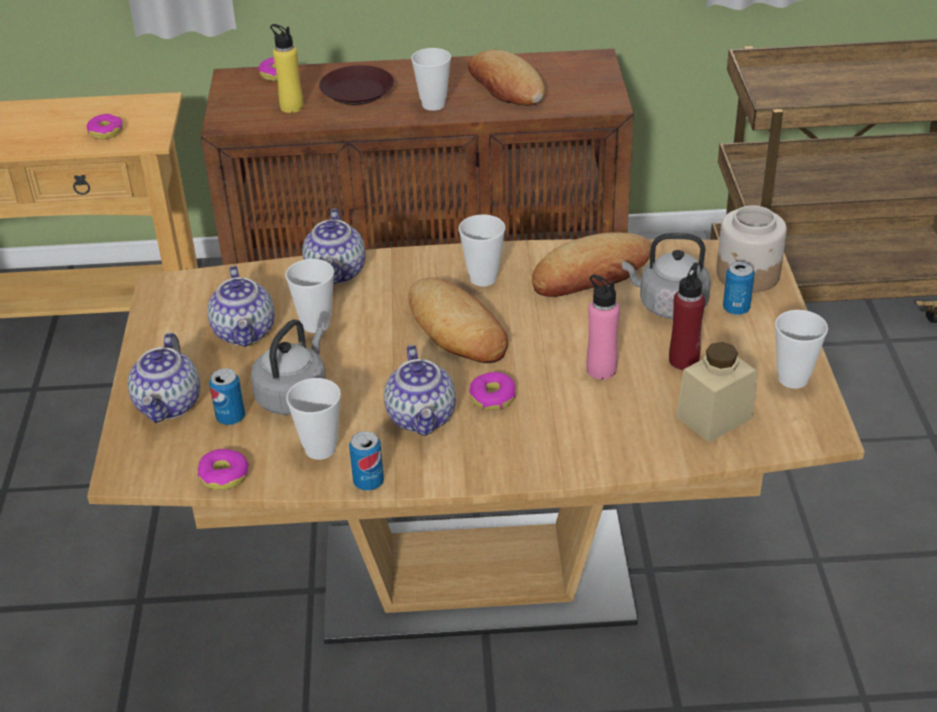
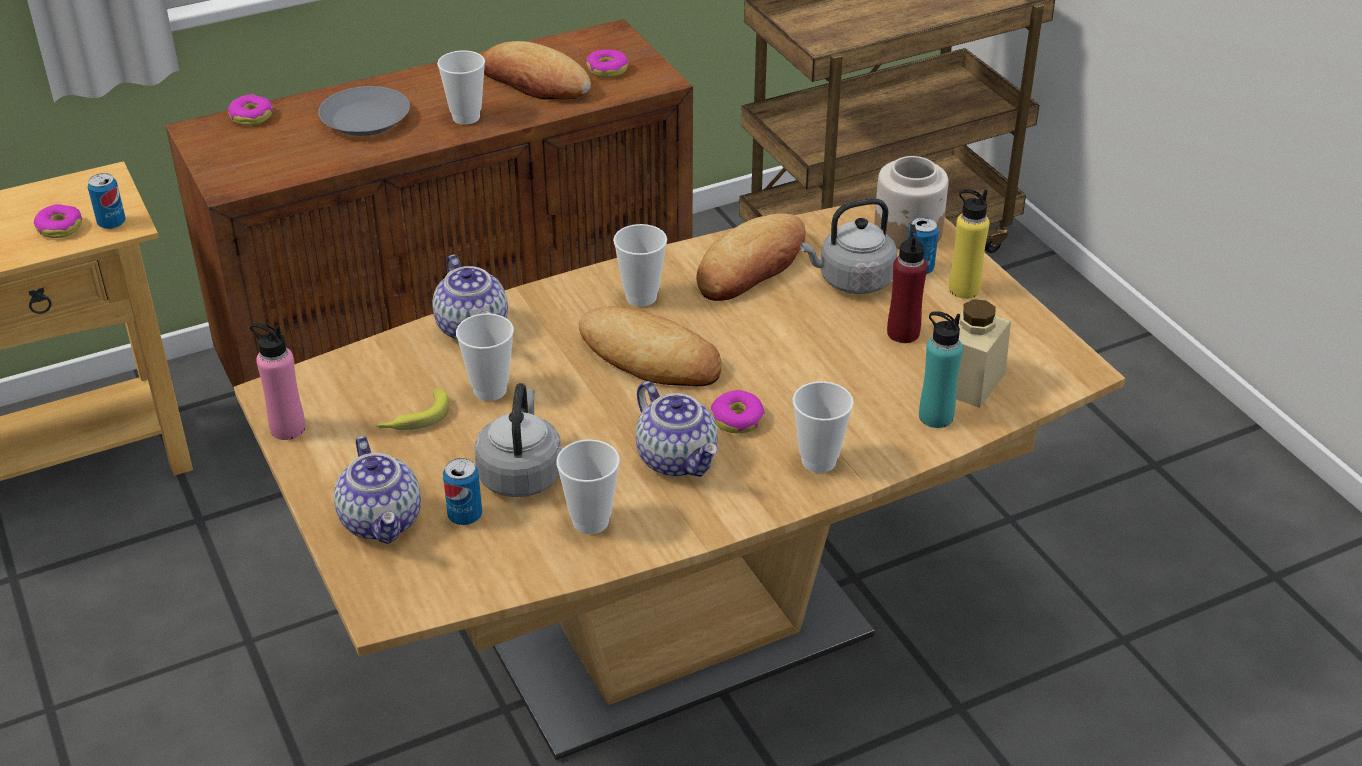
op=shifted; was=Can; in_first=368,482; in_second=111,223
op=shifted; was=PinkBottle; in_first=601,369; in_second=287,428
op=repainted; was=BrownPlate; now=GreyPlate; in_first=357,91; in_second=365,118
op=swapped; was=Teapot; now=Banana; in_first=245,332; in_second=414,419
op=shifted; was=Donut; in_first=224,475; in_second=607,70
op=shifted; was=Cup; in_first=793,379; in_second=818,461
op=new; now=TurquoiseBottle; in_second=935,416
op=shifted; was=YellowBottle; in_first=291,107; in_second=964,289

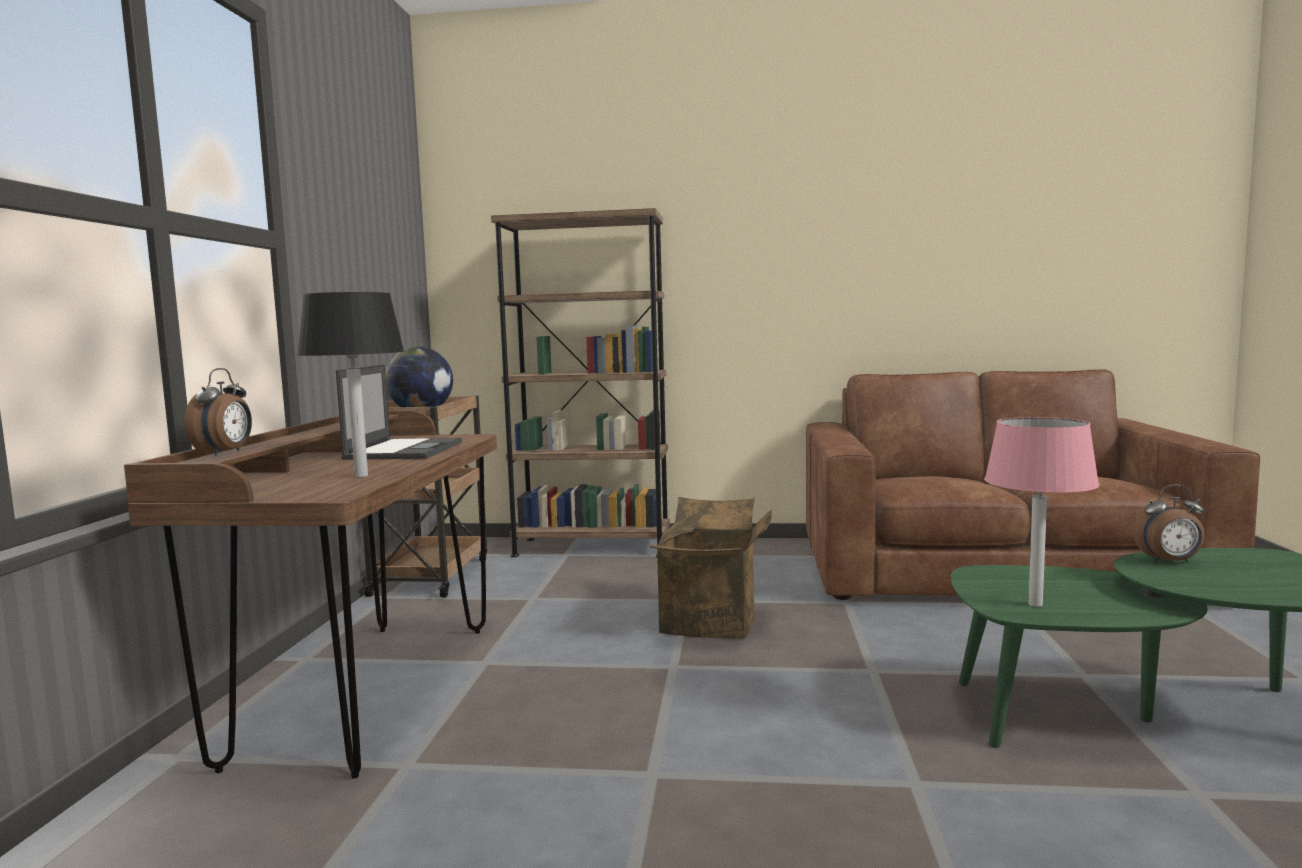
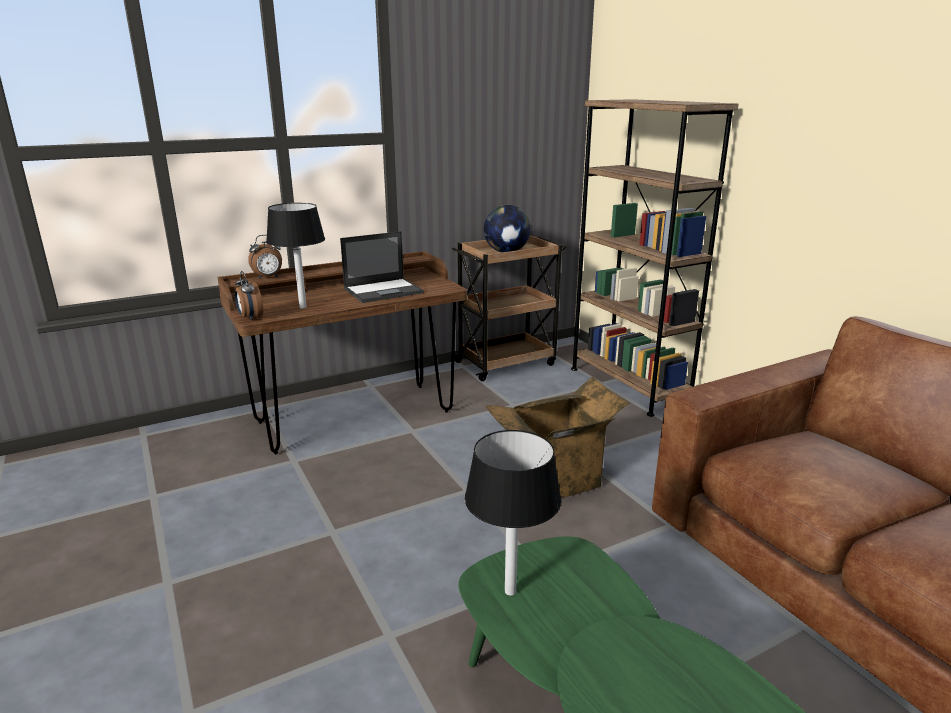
op=shifted; was=AlarmClock; in_first=1169,562; in_second=250,318
op=repainted; was=PinkTableLamp; now=BlackTableLamp; in_first=1035,604; in_second=509,591

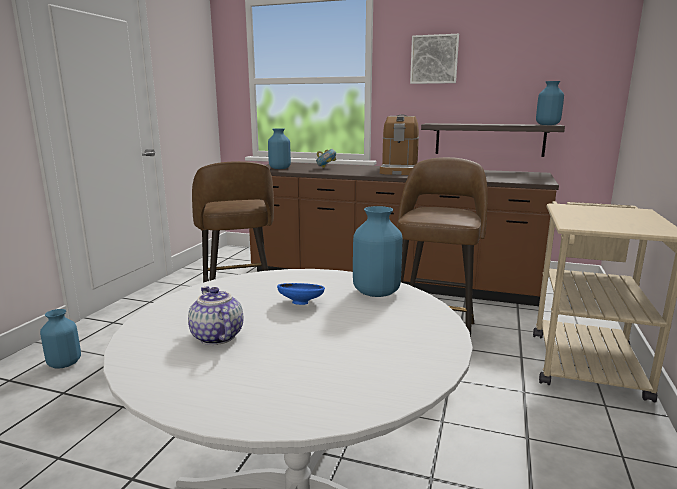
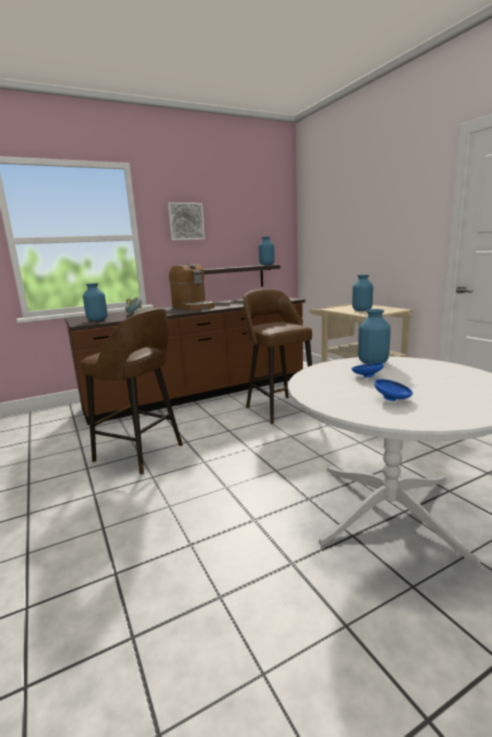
op=shifted; was=BlueVase; in_first=64,364; in_second=362,310
op=swapped; was=Teapot; now=BlueBowl; in_first=215,337; in_second=393,400

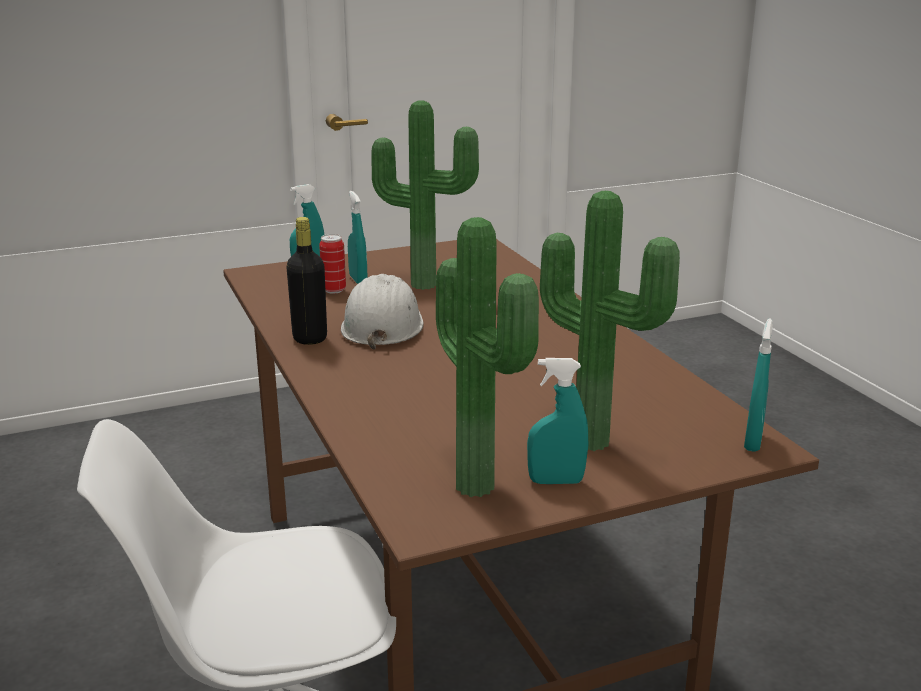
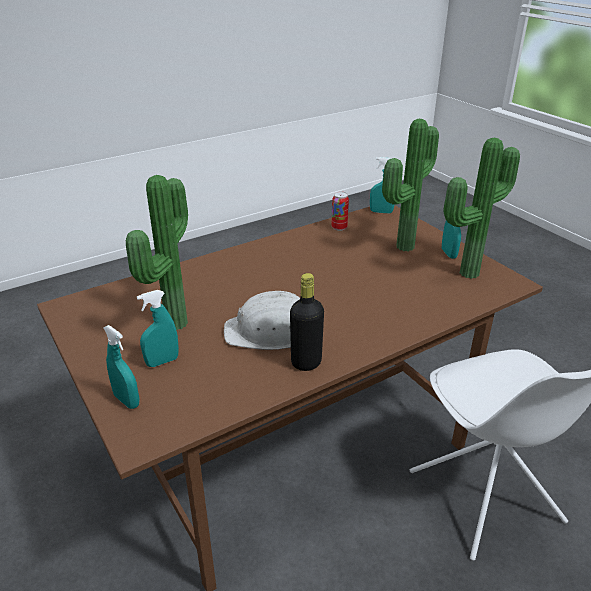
op=shifted; was=Can; in_first=334,290; in_second=339,228

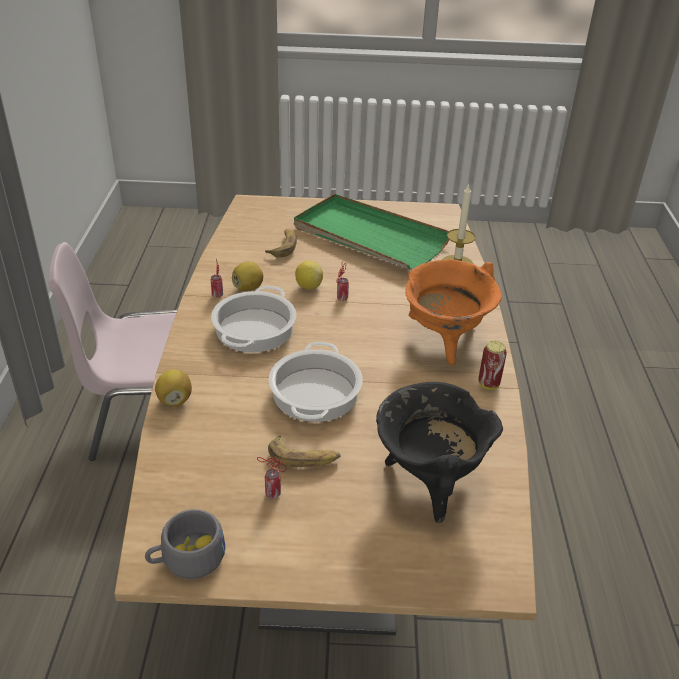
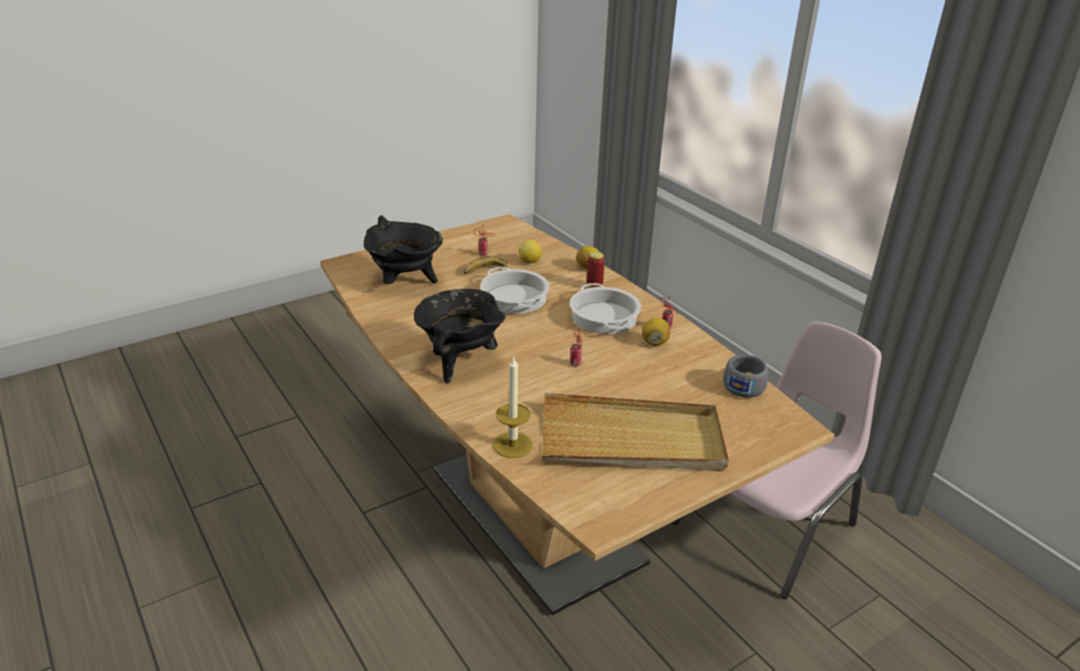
op=repainted; was=OrangeCookingPot; now=BlackCookingPot; in_first=444,341; in_second=460,362
op=shifted; was=Lemon; in_first=308,286; in_second=530,262
op=repainted; was=GreenTray; now=BeigeTray; in_first=369,236; in_second=631,440
op=shifted; was=Can; in_first=488,384; in_second=594,286
op=shifted; was=GreyCup; in_first=186,559; in_second=745,385
op=gone; was=Banana; in_first=283,246

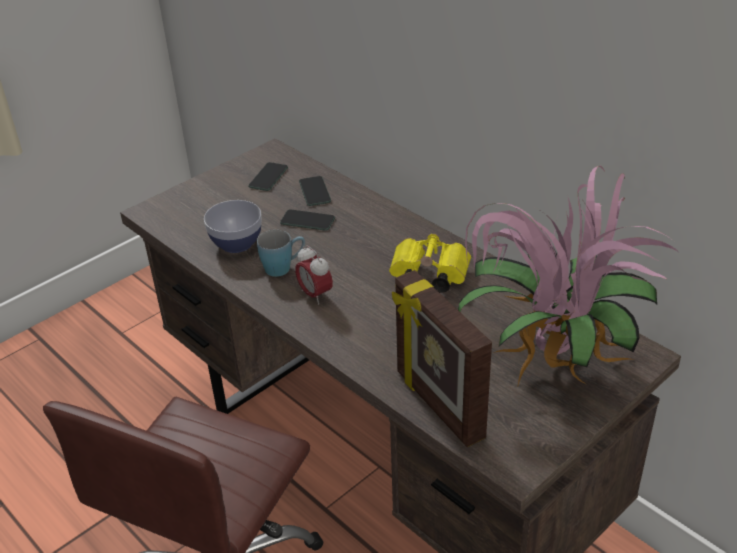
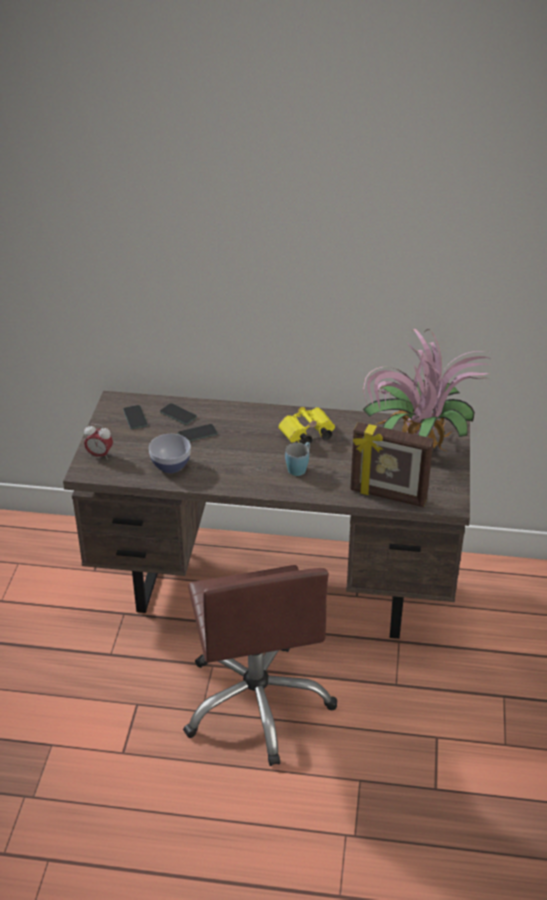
op=shifted; was=AlarmClock; in_first=315,295; in_second=100,455
op=shifted; was=BlueMug; in_first=284,267; in_second=299,467

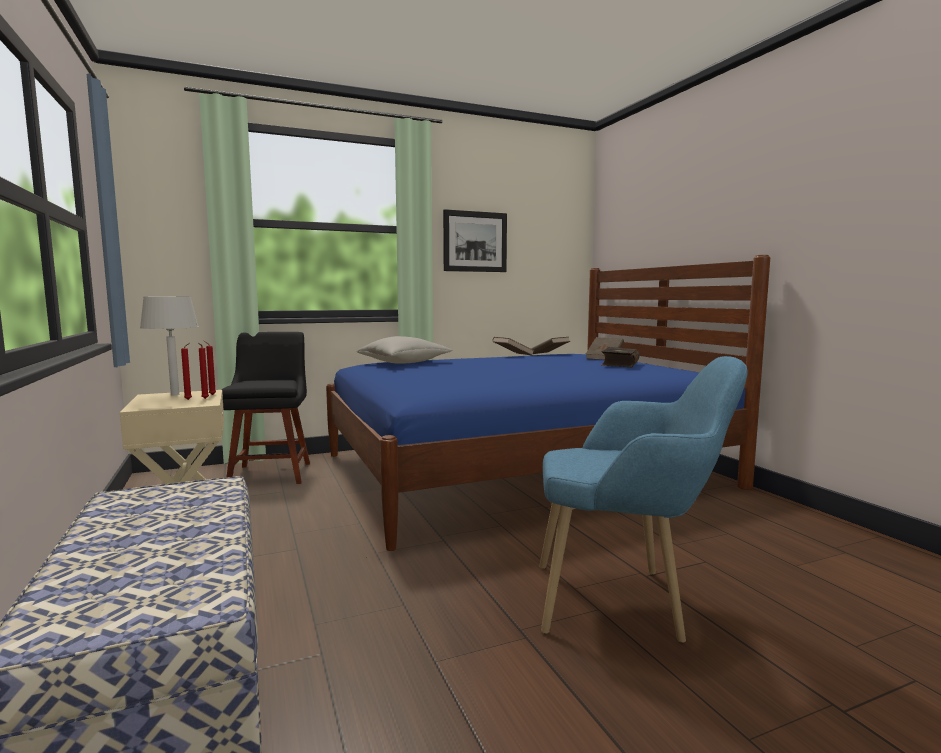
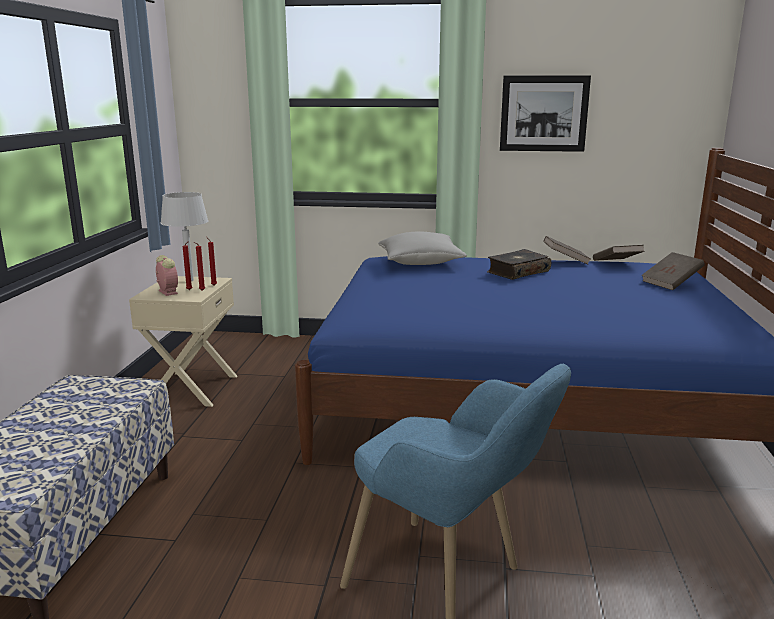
op=new; now=AlarmClock; in_second=167,292
op=shifted; was=Book; in_first=619,364; in_second=517,272
op=gone; was=BlackChair; in_first=271,473

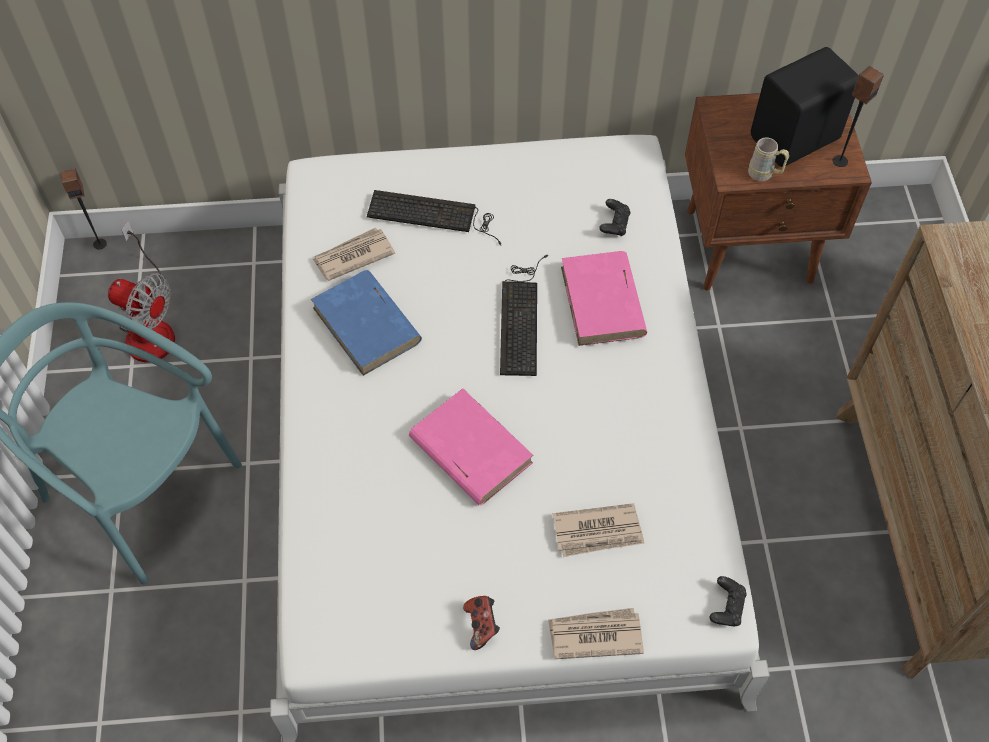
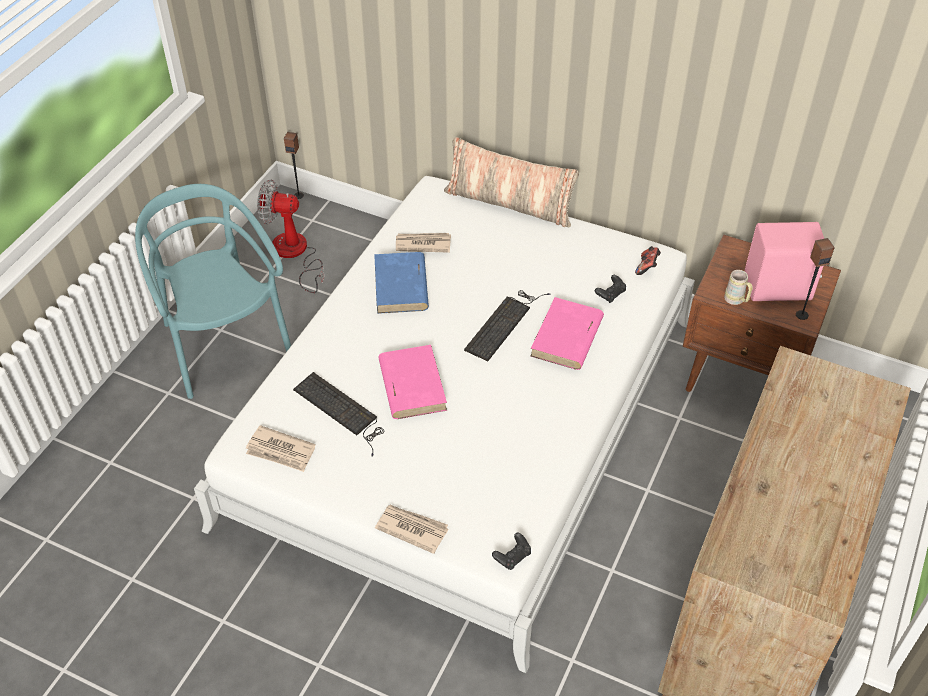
op=shifted; was=Newspaper; in_first=598,532; in_second=281,451
op=rotated; was=Fan; in_first=149,326; in_second=295,254; clockwise=135
op=shifted; was=Keyboard; in_first=434,215; in_second=341,411
op=new; now=Pillow; in_second=509,203
op=shifted; was=GameController; in_first=481,625; in_second=647,267
op=repainted; was=BlackSpeaker; now=PinkSpeaker; in_first=797,139; in_second=779,289

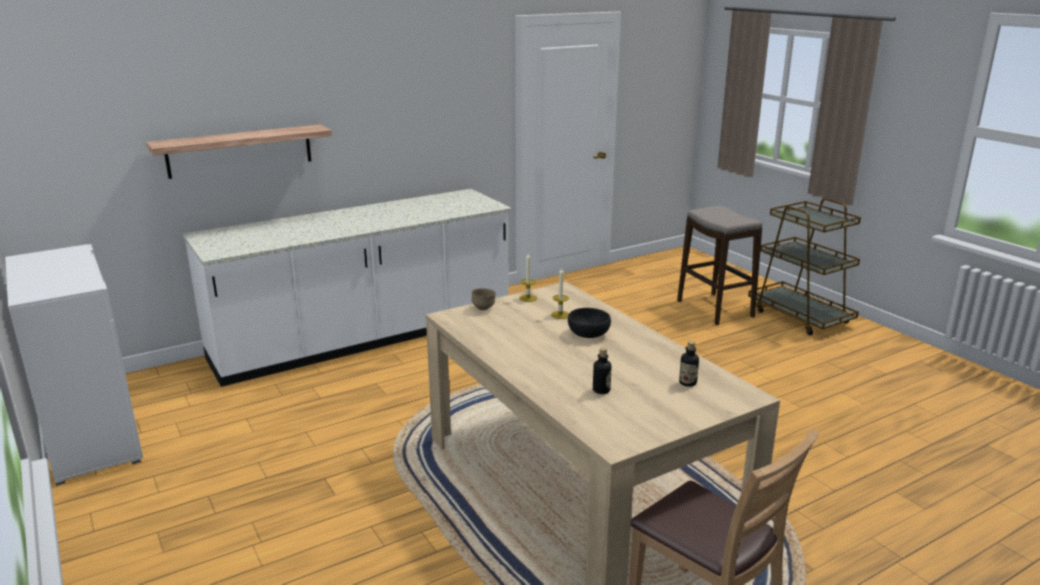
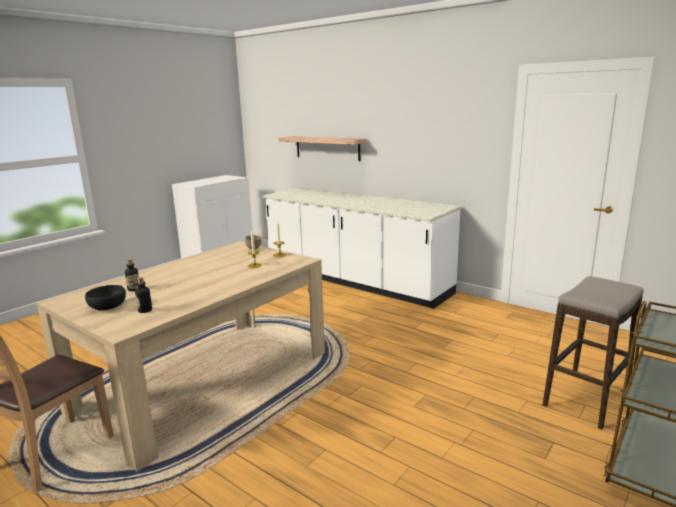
op=shifted; was=BlackBowl; in_first=588,334; in_second=107,307

